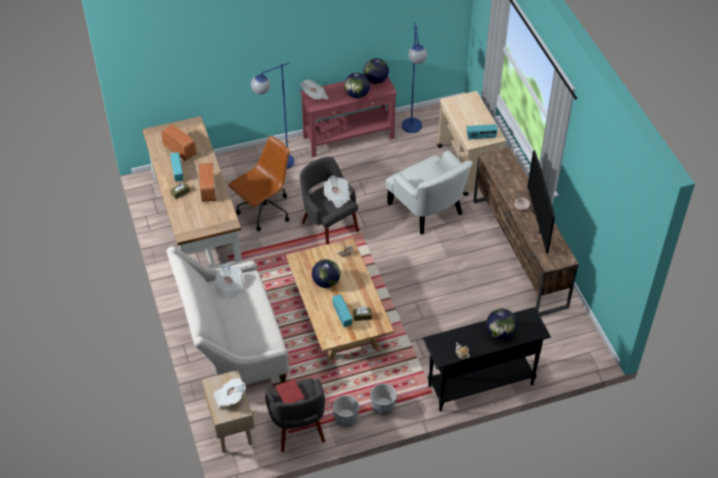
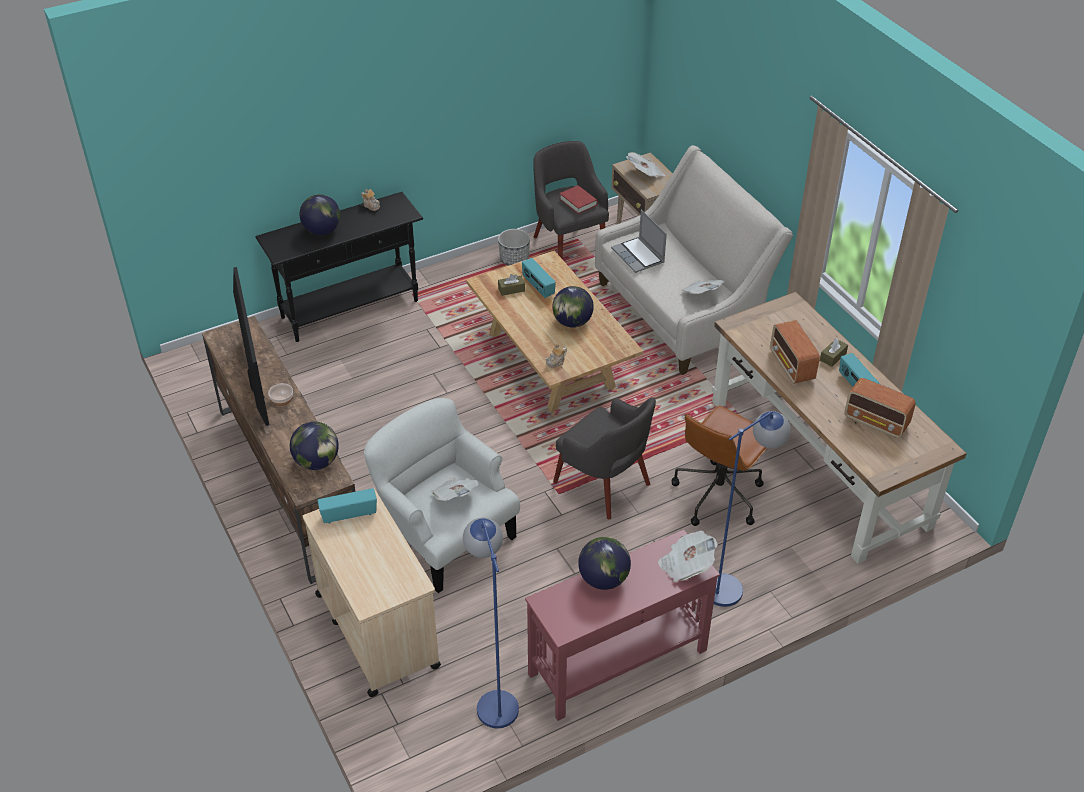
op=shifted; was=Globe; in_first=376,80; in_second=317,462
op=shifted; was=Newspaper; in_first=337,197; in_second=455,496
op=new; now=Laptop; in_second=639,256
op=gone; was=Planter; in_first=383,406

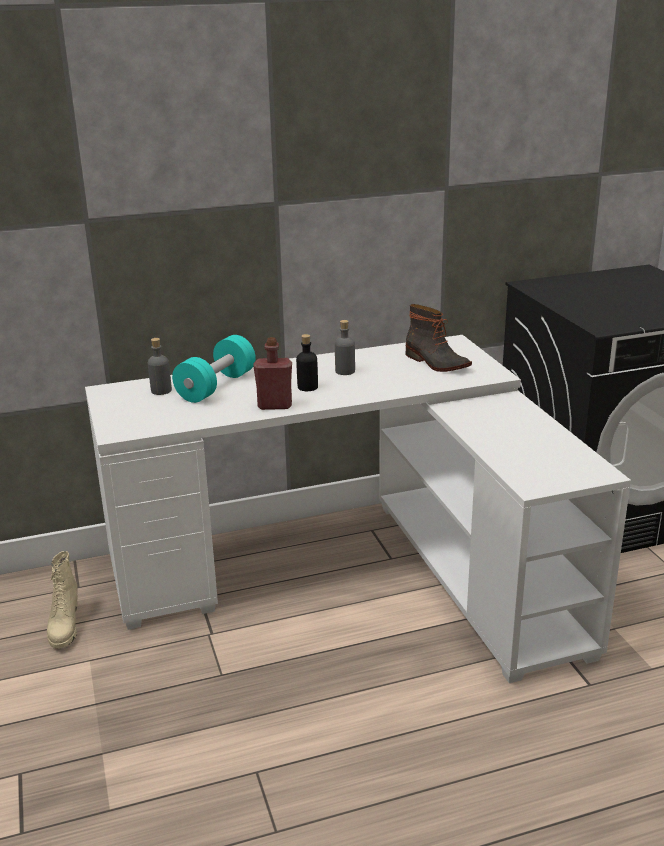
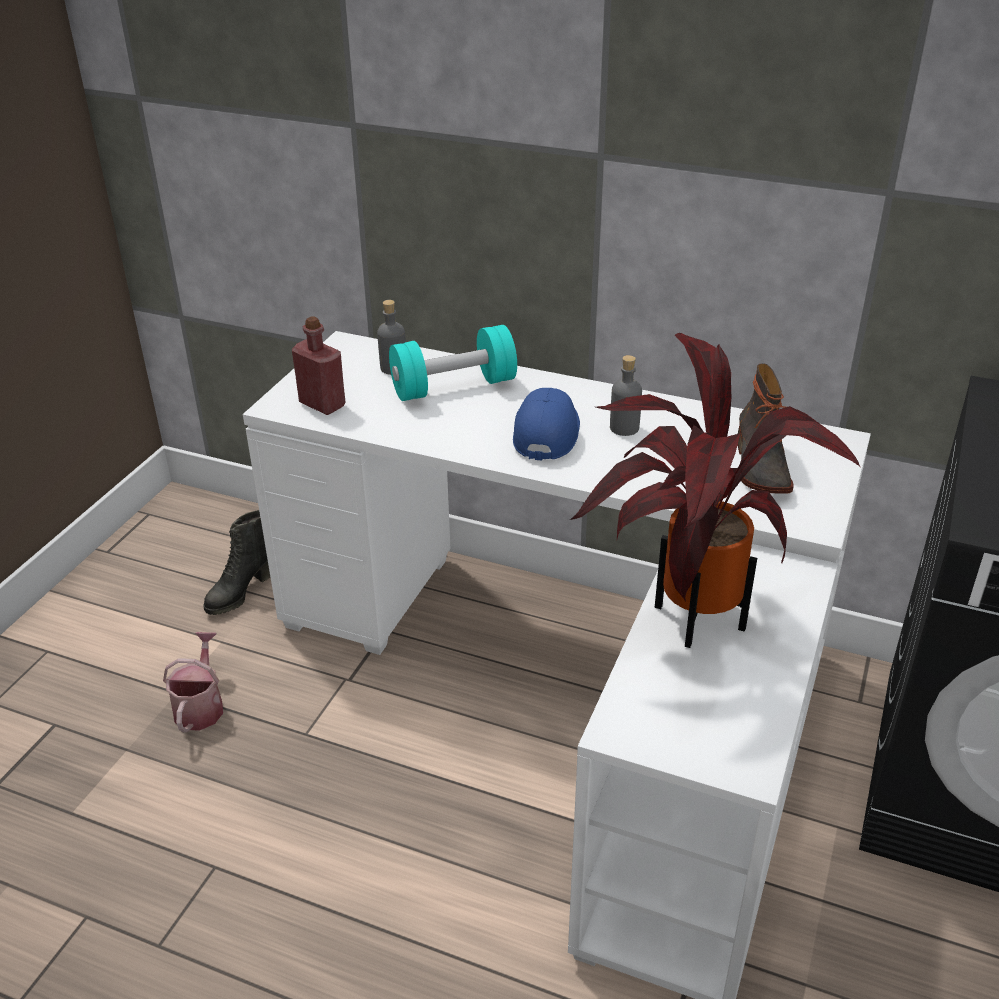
op=new; now=WateringCan; in_second=200,706
op=repainted; was=BeigeBoot; now=BlackBoot; in_first=64,627; in_second=240,592
op=shifted; was=RedBottle; in_first=274,405; in_second=322,404
op=swapped; was=BlackBottle; now=BlueCap; in_first=307,387; in_second=547,432
op=new; now=PottedPlant; in_second=688,616

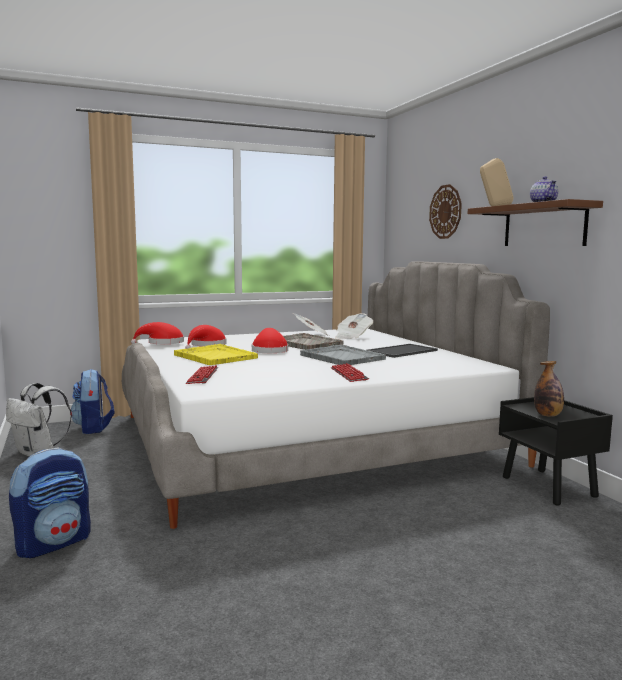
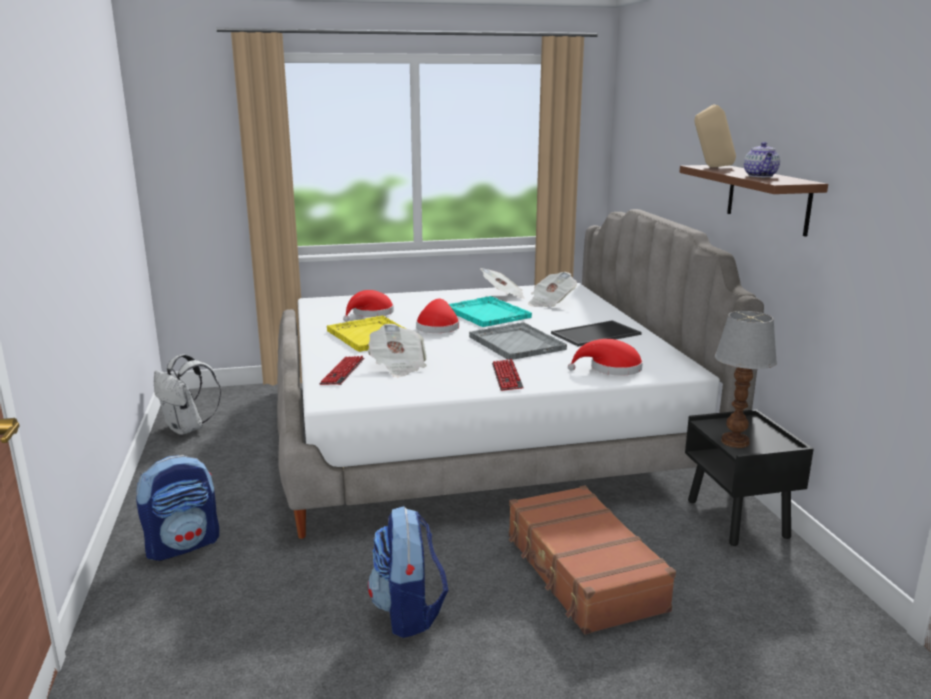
op=new; now=Newspaper; in_second=398,366
op=shifted; was=Backpack; in_first=93,428; in_second=408,612
op=repainted; was=GreyTray; now=TurquoiseTray; in_first=305,343; in_second=486,313
op=new; now=BrownSuitcase; in_second=582,572
op=shifted; was=RedHat; in_first=162,343; in_second=611,369
op=swapped; was=Bottle; now=TableLamp; in_first=548,415; in_second=735,442
op=gone; was=WallClock; in_first=445,212

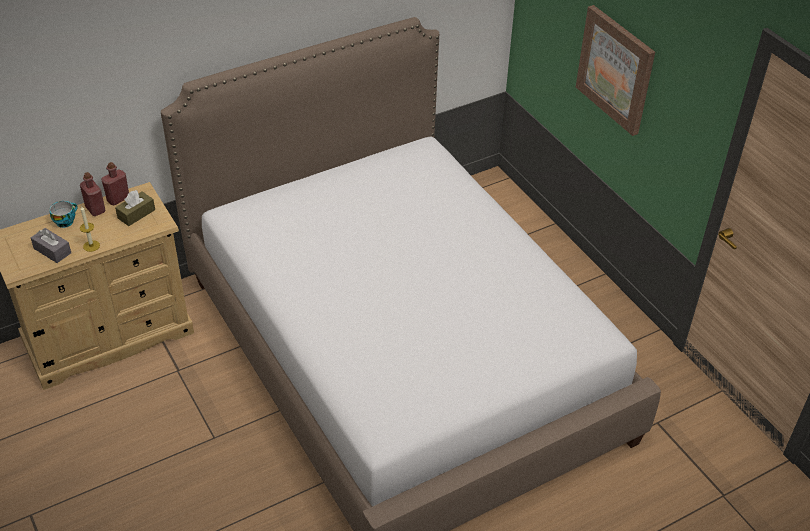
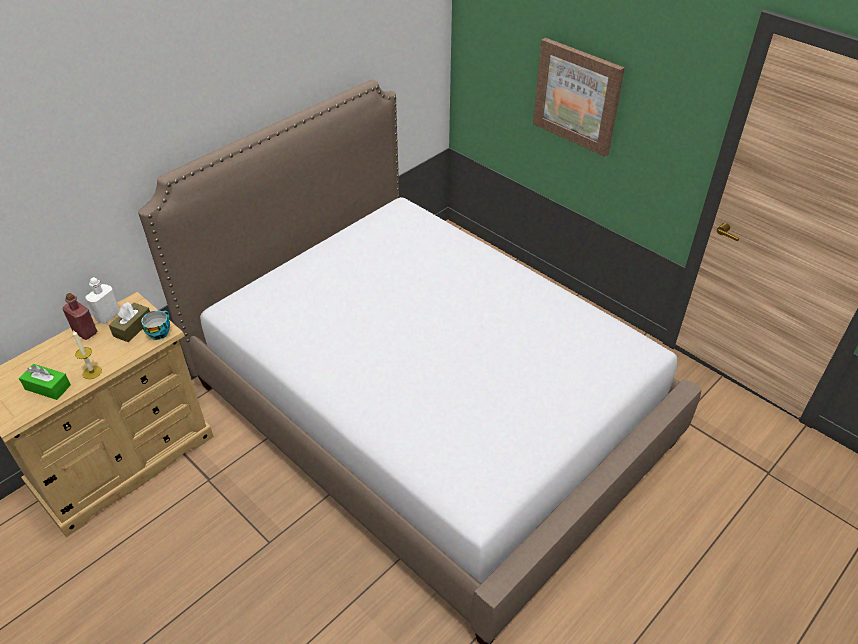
op=repainted; was=GreyTissueBox; now=GreenTissueBox; in_first=52,251; in_second=48,387
op=repainted; was=RedBottle; now=WhiteBottle; in_first=118,199; in_second=108,316
op=shifted; was=Cup; in_first=65,221; in_second=159,332

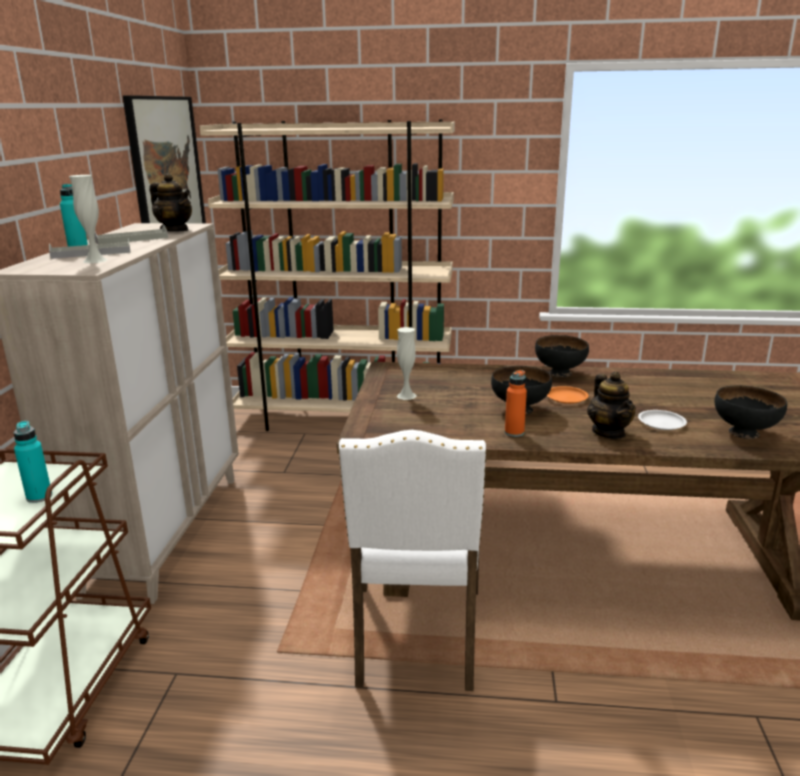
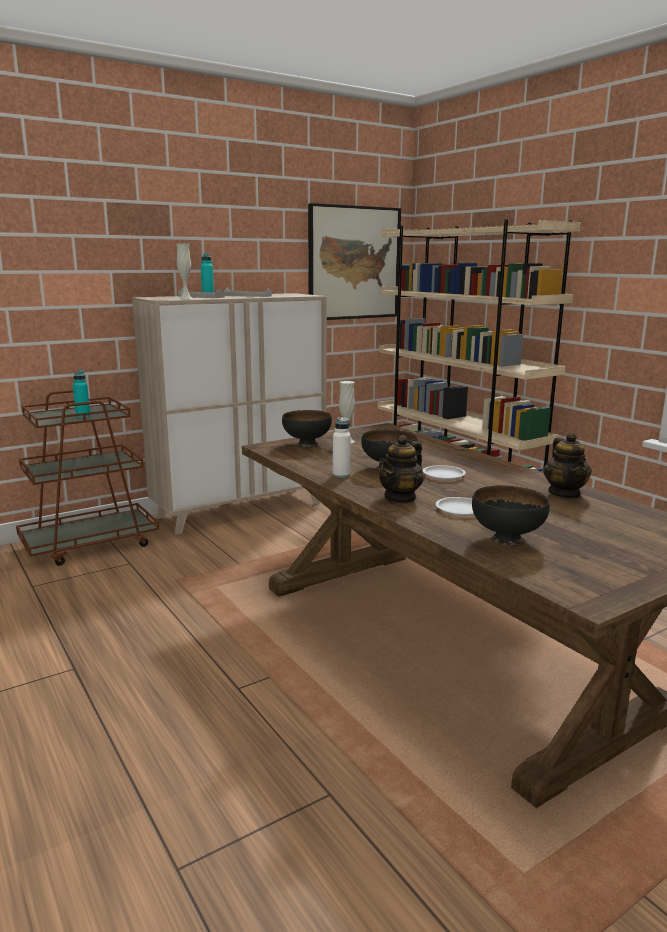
op=shifted; was=BlackBowl; in_first=559,373; in_second=307,444
op=repainted; was=OrangeBottle; now=WhiteBottle; in_first=514,433; in_second=341,475
op=repainted; was=OrangePlate; now=WhitePlate; in_first=566,397; in_second=444,475
op=shifted; was=Teapot; in_first=175,230; in_second=565,493
op=gone; was=WhiteChair; in_first=416,638

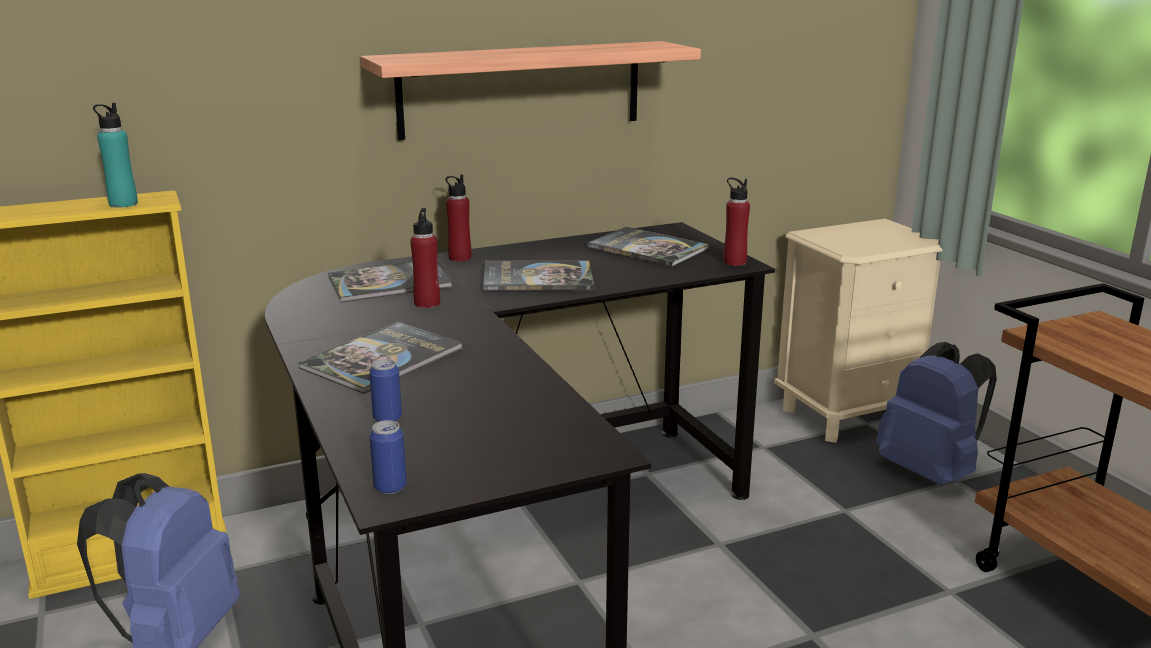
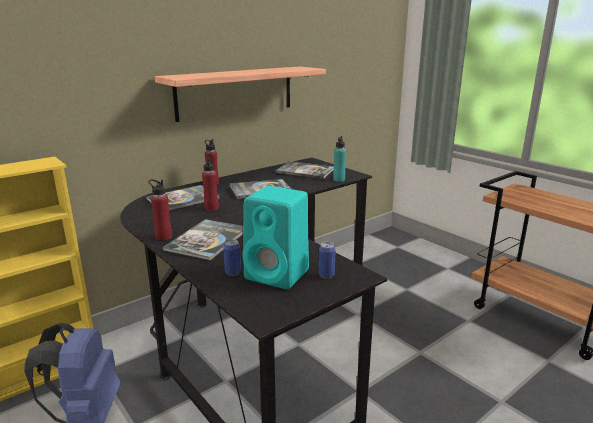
op=shifted; was=RedBottle; in_first=734,262; in_second=163,237
op=new; now=TurquoiseSpeaker; in_second=279,275
op=shifted; was=Can; in_first=390,487; in_second=326,275
op=shifted; was=TurquoiseBottle; in_first=123,204; in_second=339,180
op=gone; was=BeigeNightstand; in_first=850,414
op=gone; was=BlueBackpack; in_first=930,472

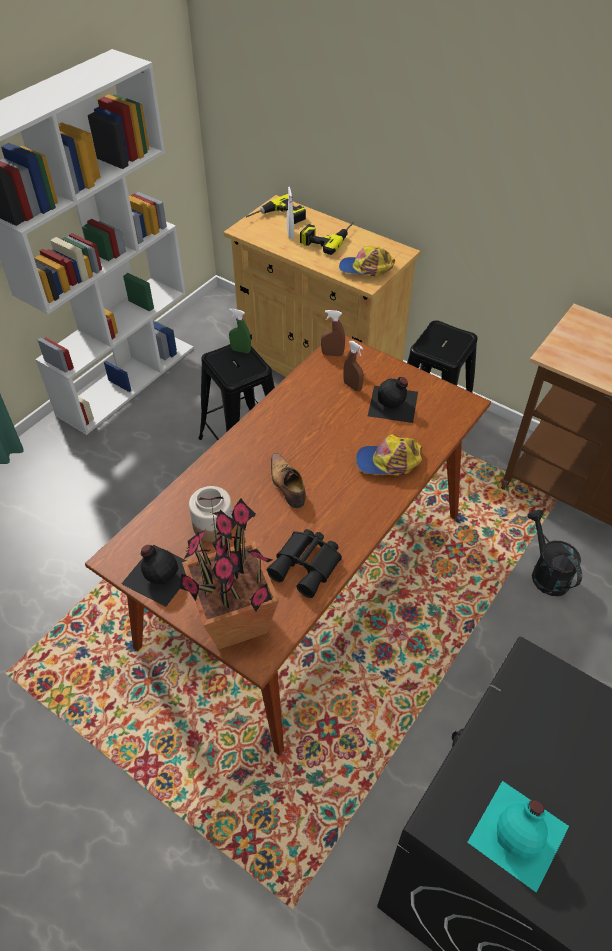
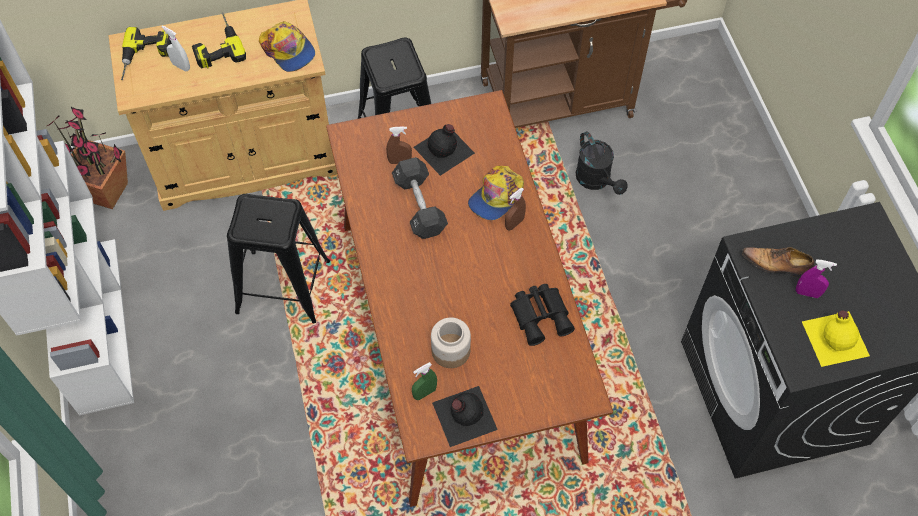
op=shifted; was=PottedPlant; in_first=234,621; in_second=105,192
op=rotated; was=Cap; in_first=365,269; in_second=288,50; clockwise=-90
op=new; now=BlackDumbbell; in_second=419,206
op=shifted; was=GreenSprayBottle; in_first=241,350; in_second=424,393
op=shifted; was=BrownSprayBottle; in_first=332,354; in_second=514,223
op=rotated; was=BlackWateringCan; in_first=546,572; in_second=596,181; clockwise=-135
op=shifted; was=Shoe; in_first=287,485; in_second=776,265
op=new; now=PurpleSprayBottle; in_second=807,293
op=repainted; was=TurquoiseBottle; now=YellowBottle; in_first=520,833; in_second=836,337

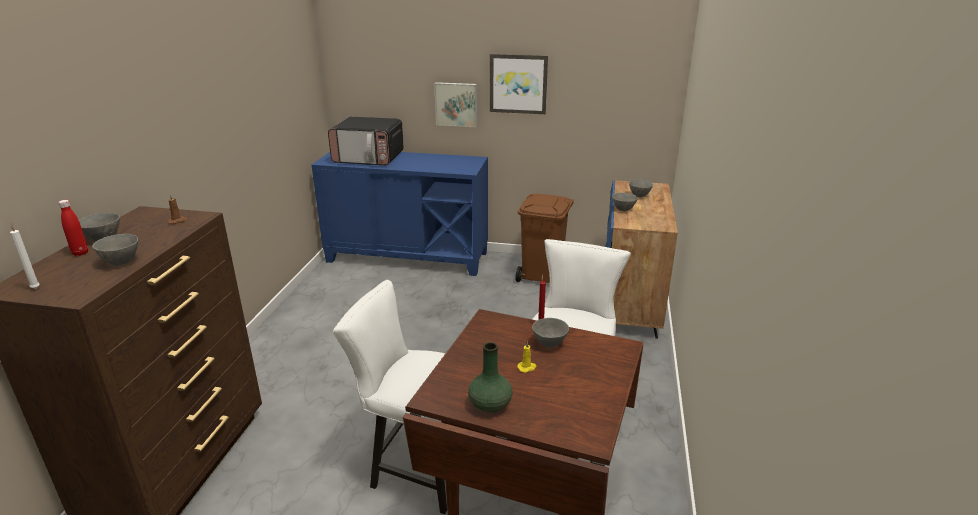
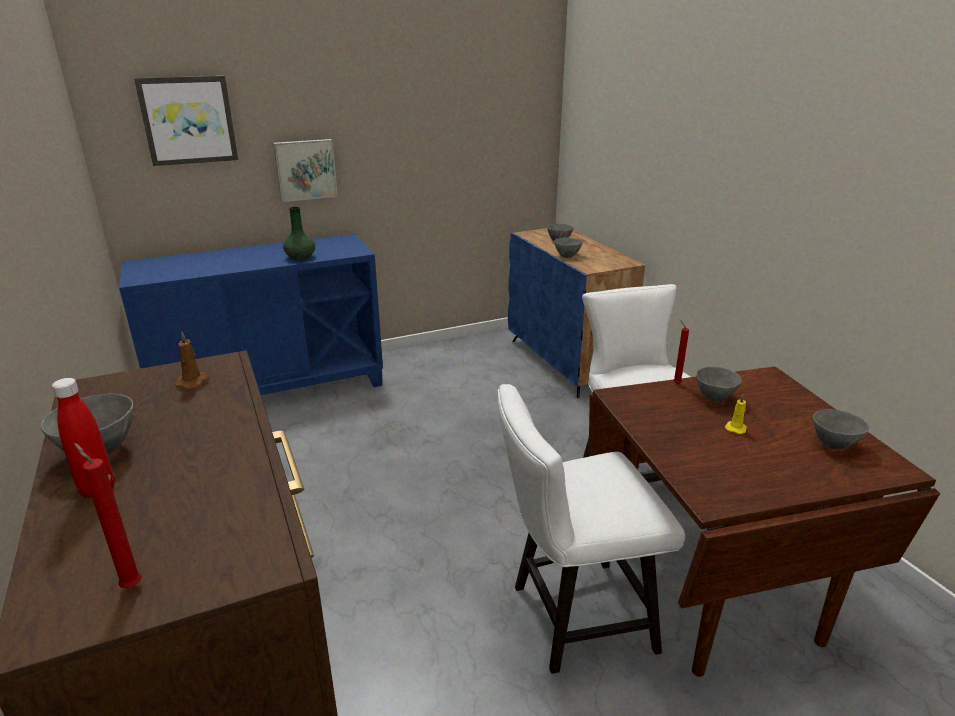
op=repainted; was=WhiteCandle; now=RedCandle; in_first=36,288; in_second=129,585
op=shifted; was=Picture; in_first=518,84; in_second=188,120
op=shifted; was=GreenVase; in_first=490,404; in_second=300,257
op=shifted; was=GreyBowl; in_first=122,262; in_second=834,444
op=gone; was=Microwave; in_first=369,158
op=gone; was=BrownTrashCan; in_first=543,276

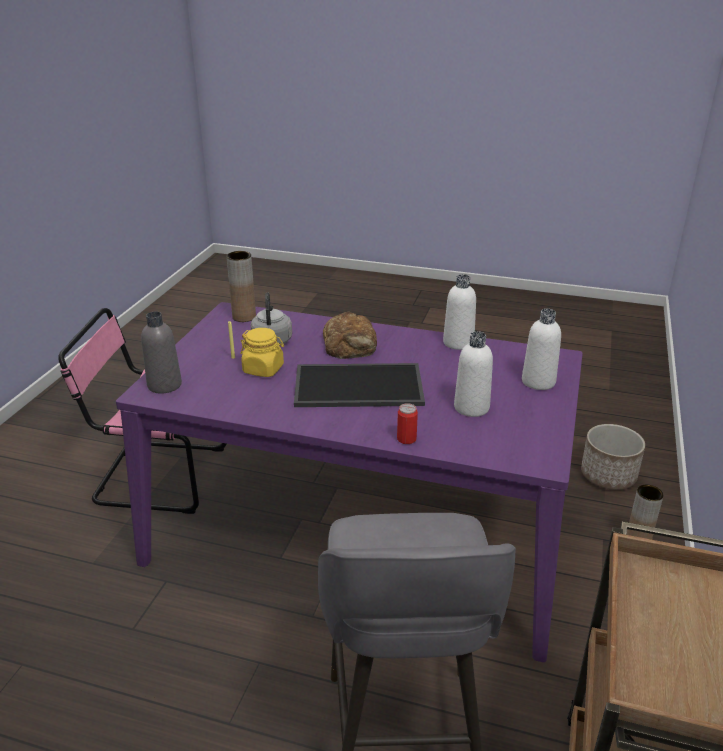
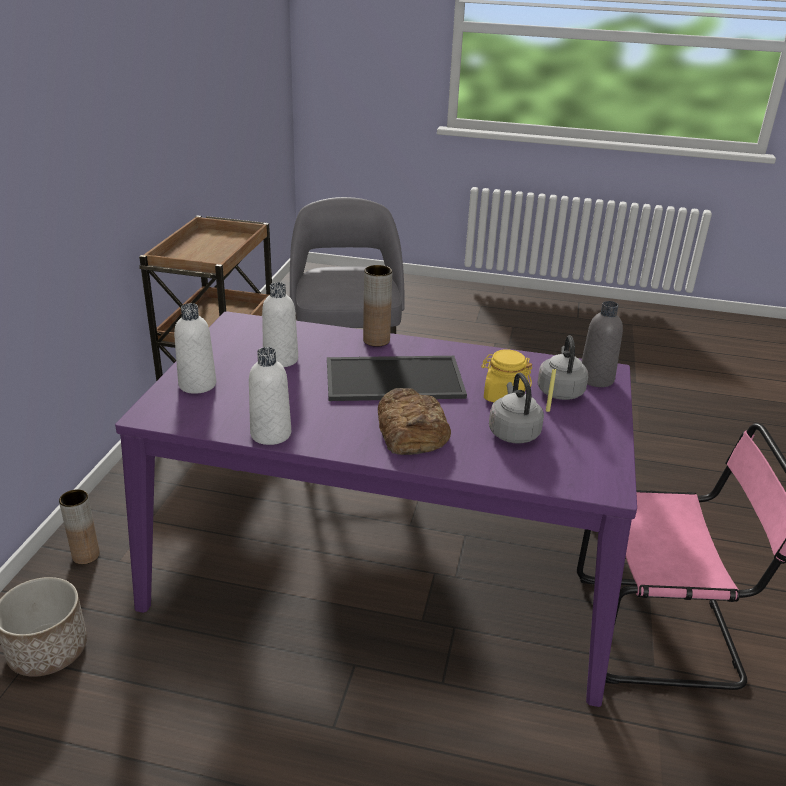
op=shifted; was=BrownVase; in_first=244,317; in_second=376,340
op=new; now=GreyKettle; in_second=560,390
op=gone; was=Can; in_first=406,439

